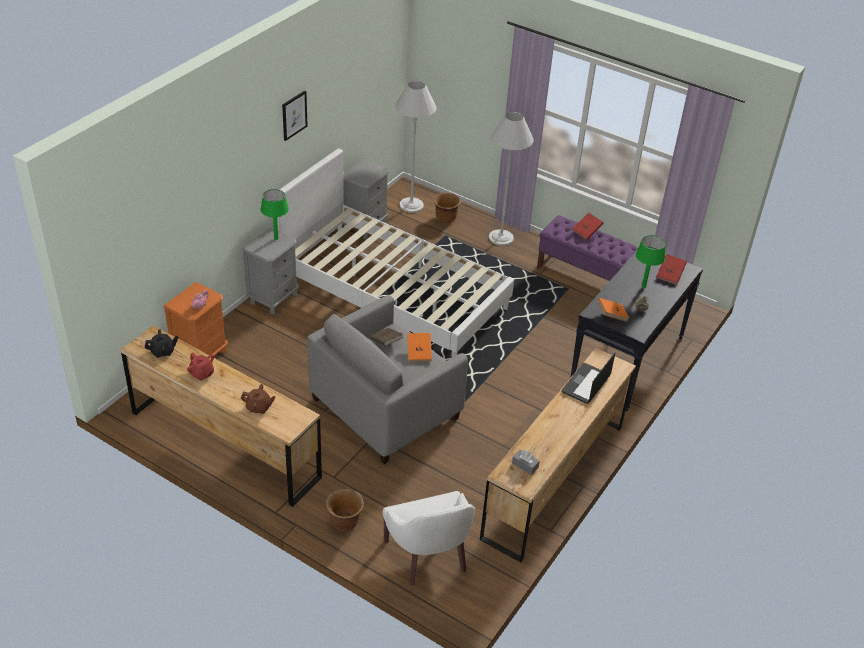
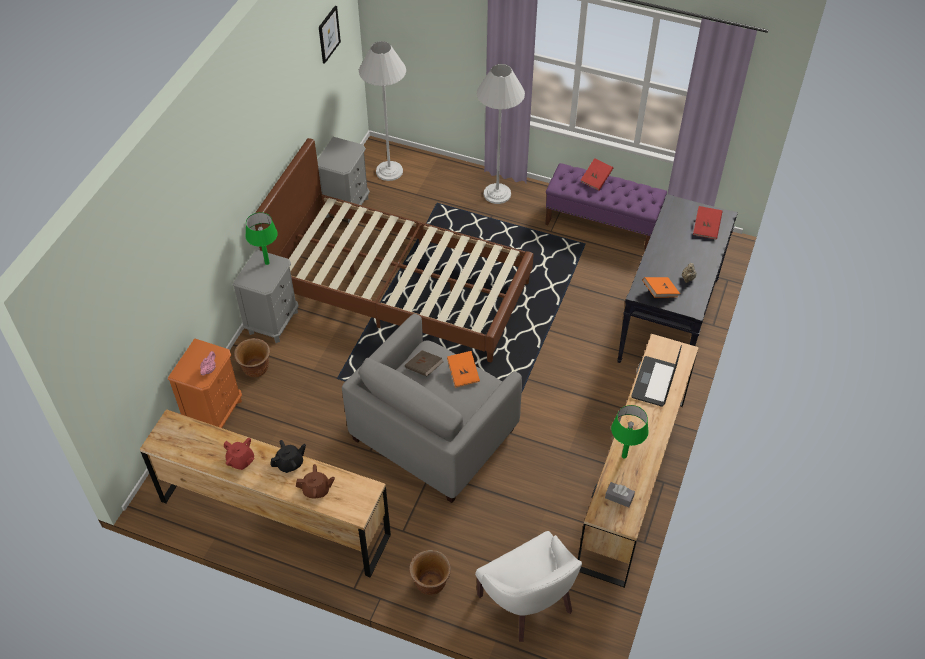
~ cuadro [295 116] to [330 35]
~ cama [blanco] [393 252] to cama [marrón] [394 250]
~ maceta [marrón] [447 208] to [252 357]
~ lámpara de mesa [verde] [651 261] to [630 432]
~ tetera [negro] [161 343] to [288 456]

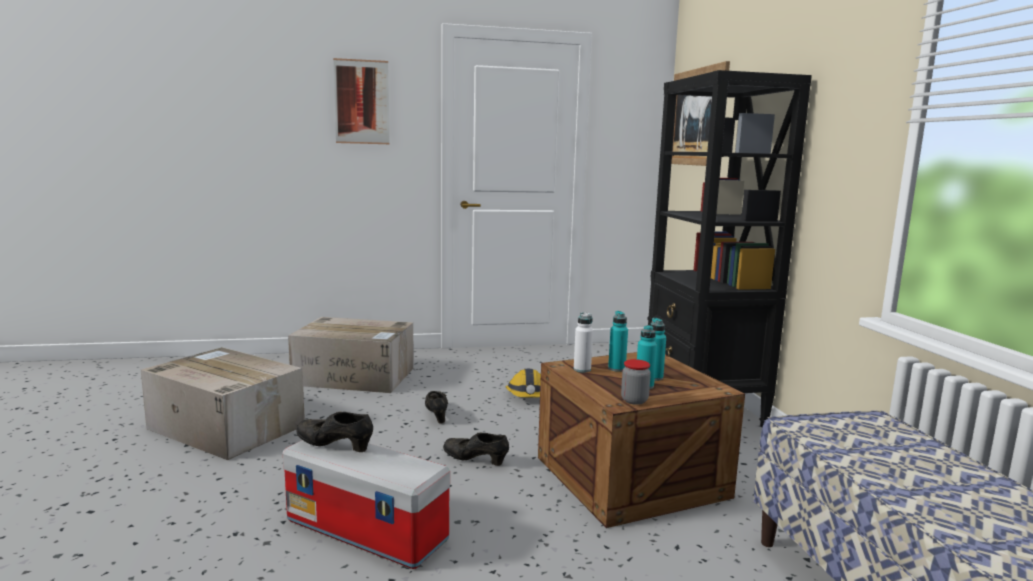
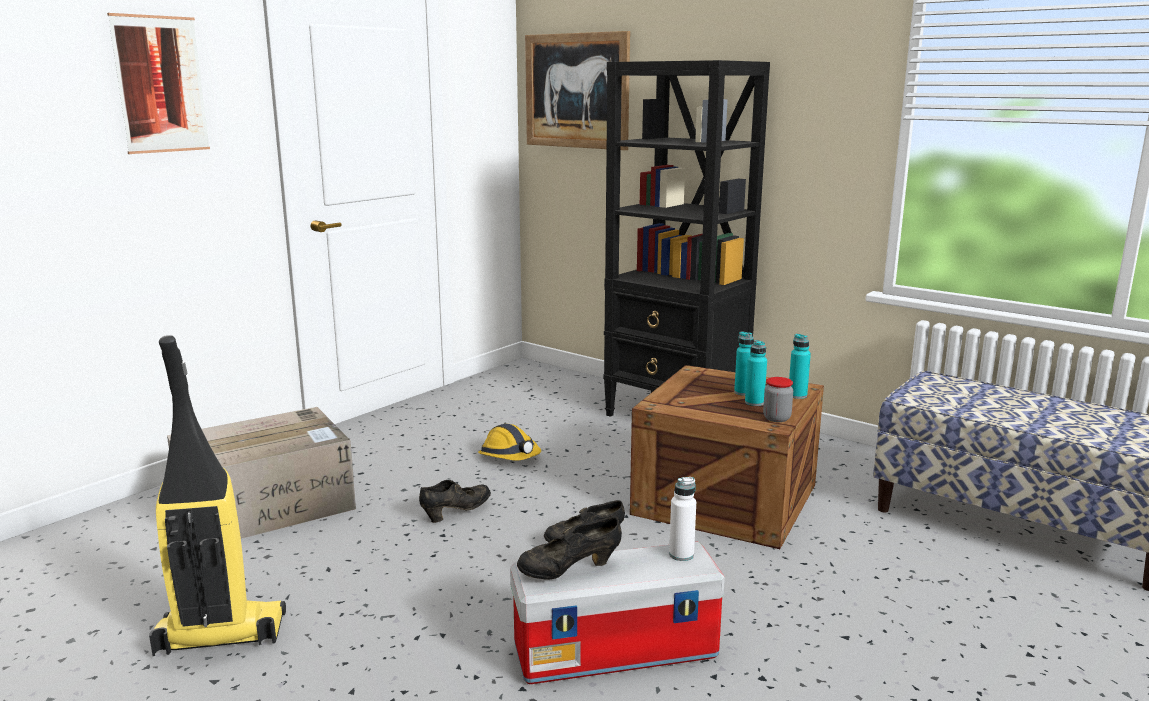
~ botella [turquesa] [618 341] to [800 366]
~ botella [blanco] [583 342] to [682 519]
~ caja de cartón [223 403] to aspiradora [217 495]
~ zapato [negro] [436 407] = [455 501] 105 degrees clockwise

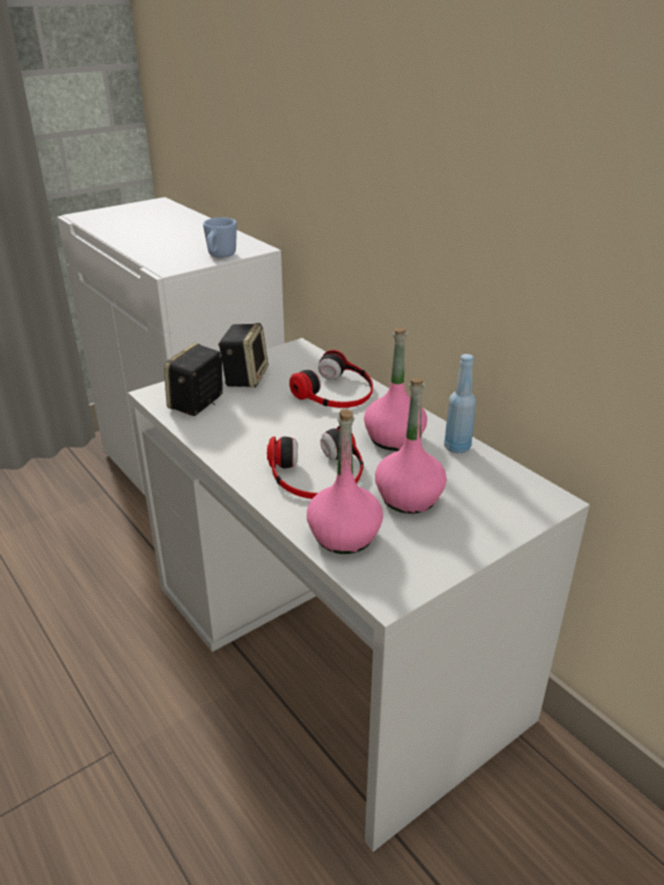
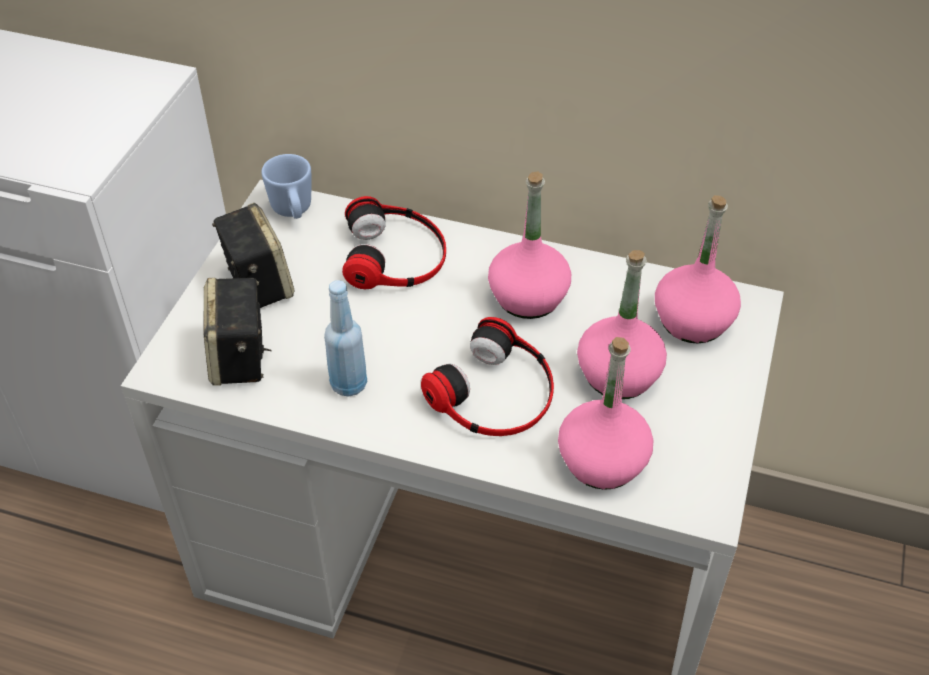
~ taza grande [azul] [220 237] to [286 186]
~ botella [azul] [460 404] to [345 338]
+ botella [rosa] [698 269]

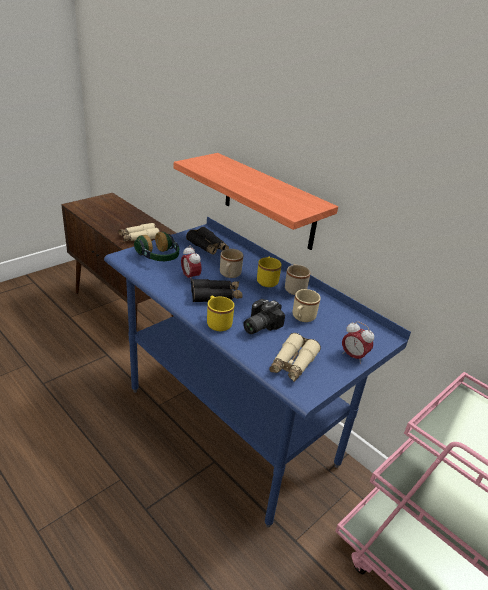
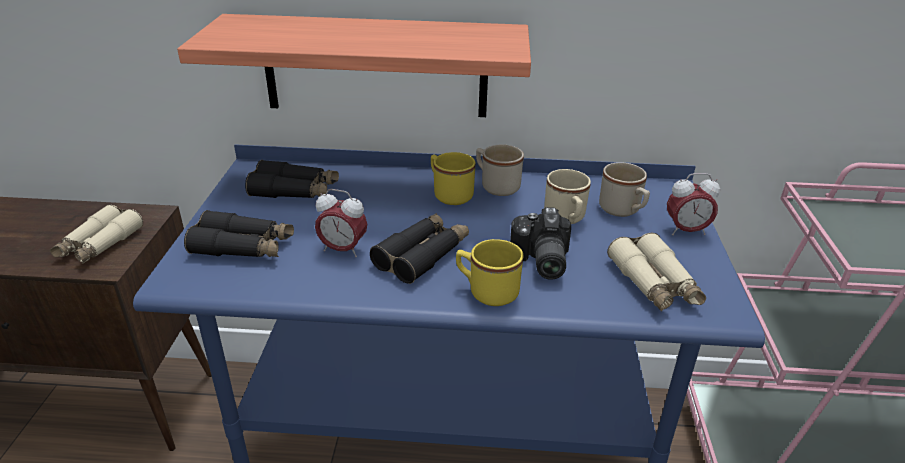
~ auriculares [156 246] to prismáticos [negro] [239 233]
~ taza grande [beis] [231 263] to [624 189]

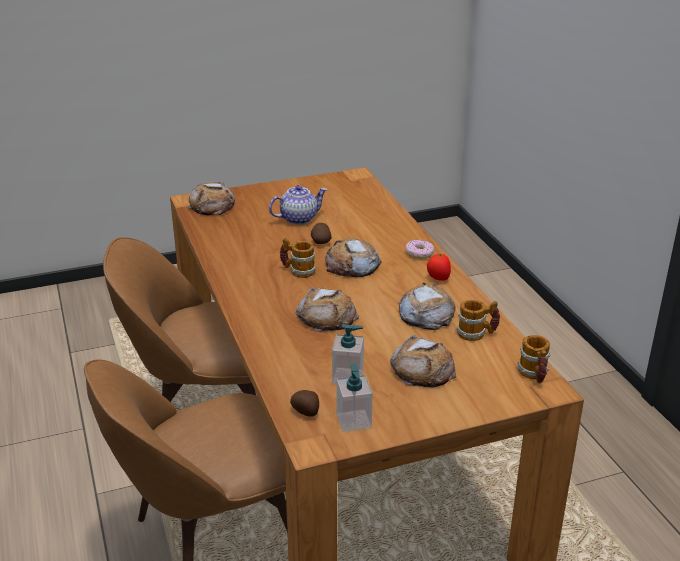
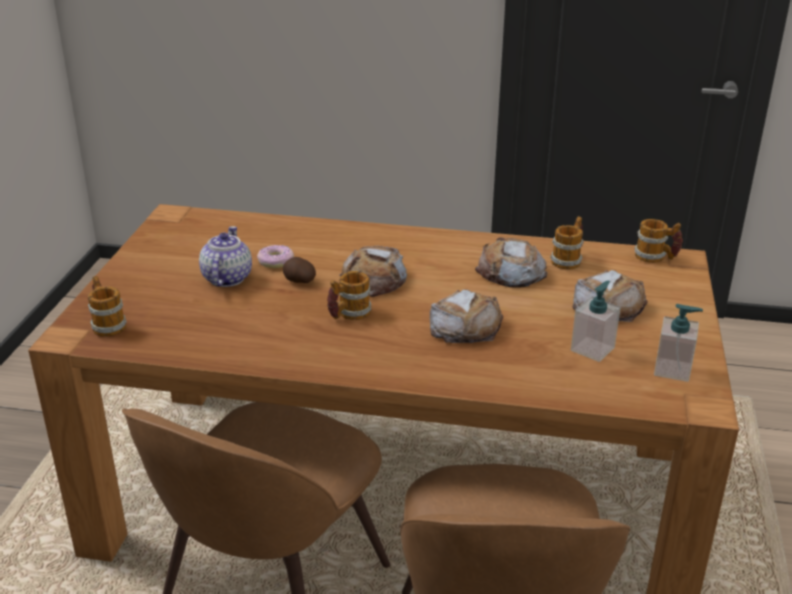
~ pan [211 198] to taza grande [107 306]
~ rosquilla [419 249] to [275 256]
- tomate [439 267]
- patata [304 403]

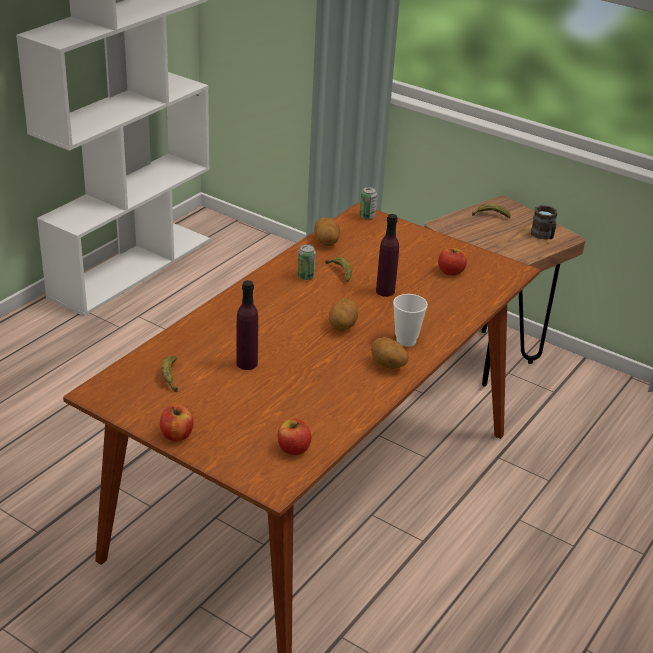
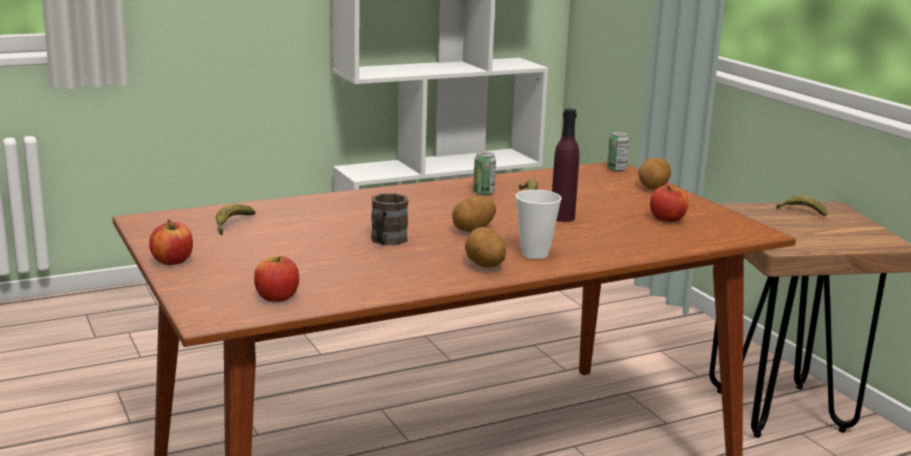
~ taza grande [marrón] [544 222] to [389 219]
~ patata [327 232] to [654 173]
- botella [morado] [247 325]

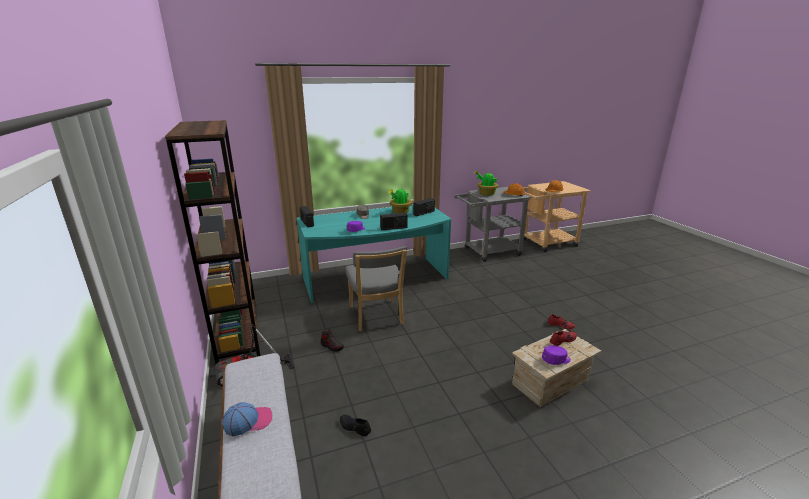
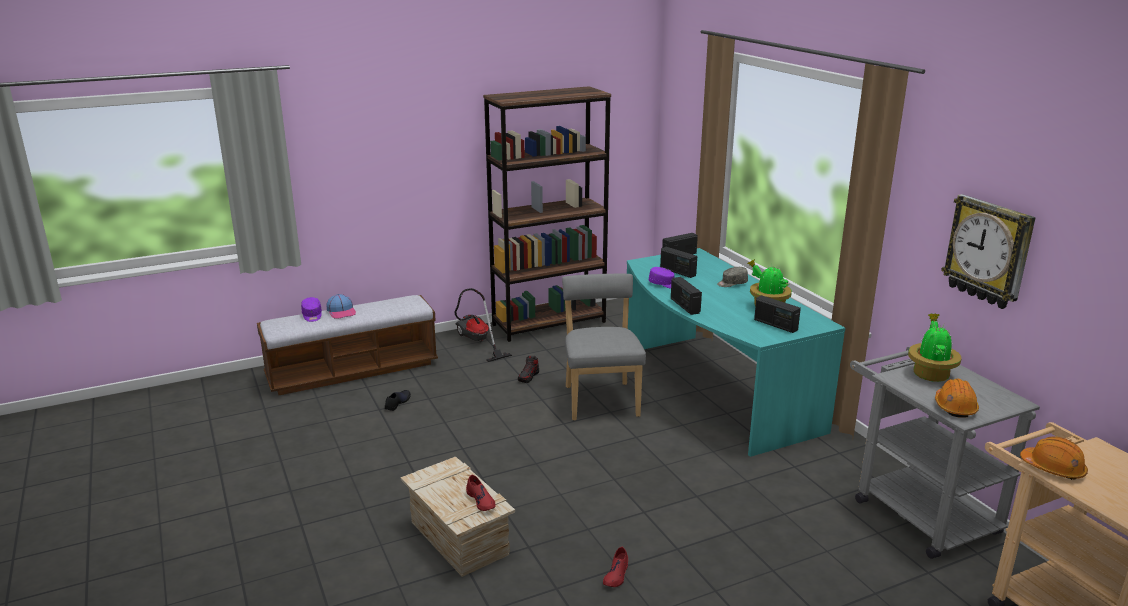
~ silla [gris] [376 288] = [604 347] 105 degrees clockwise
~ gorra [morado] [556 355] to [311 309]
+ reloj de pared [988 251]
+ radio [678 262]

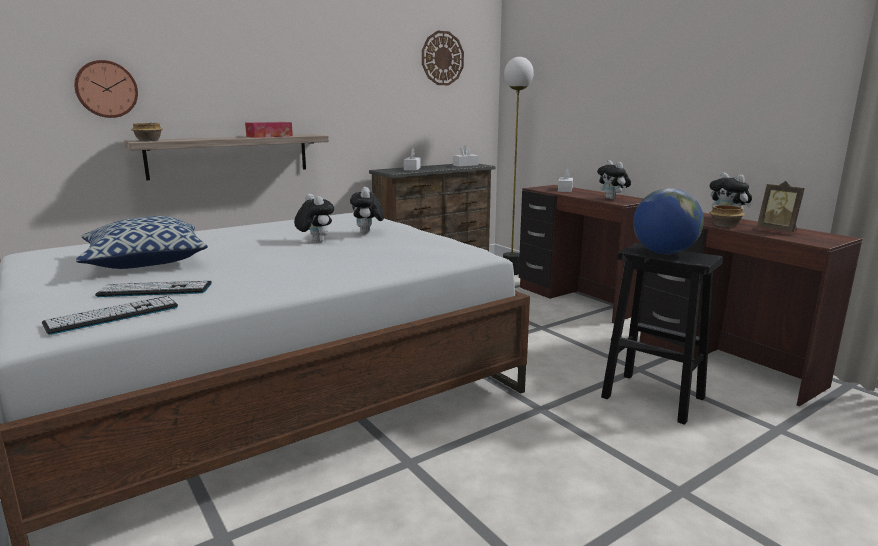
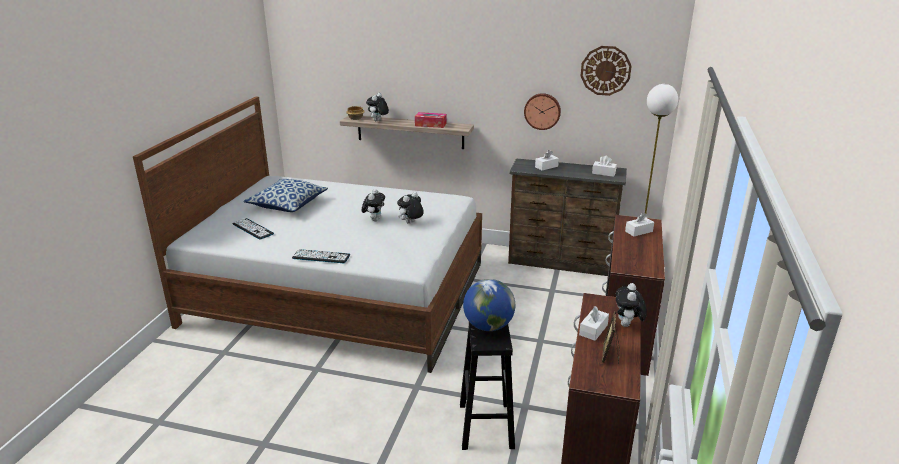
~ reloj de pared [106 89] to [542 111]
~ peluche [614 179] to [377 107]
~ cuenco [727 216] to caja de pañuelos [blanco] [594 323]
~ teclado [110 315] to [321 256]

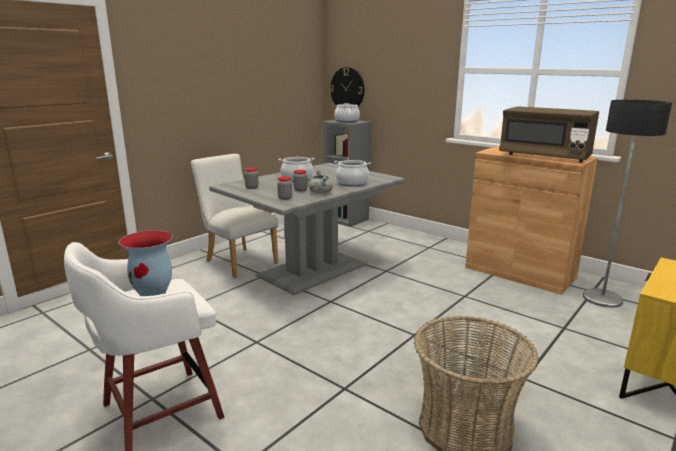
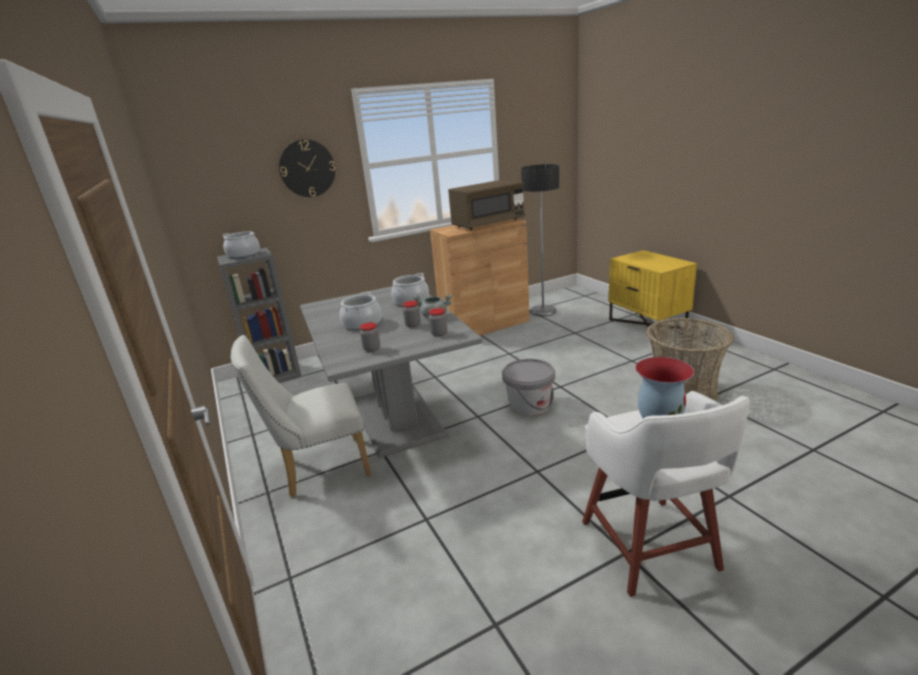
~ reloj de pared [347 86] to [307 168]
+ cubo [gris] [528 387]

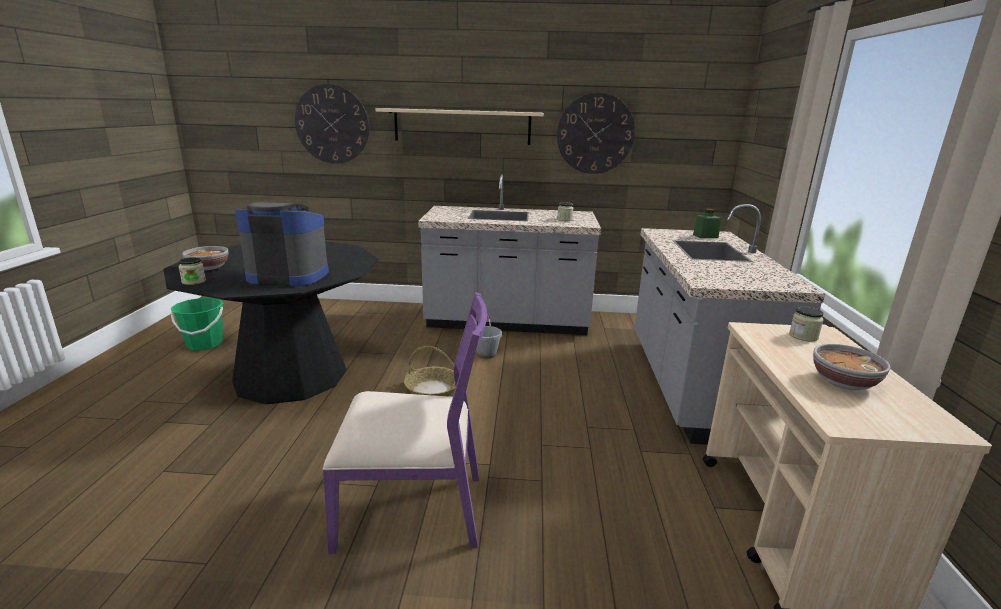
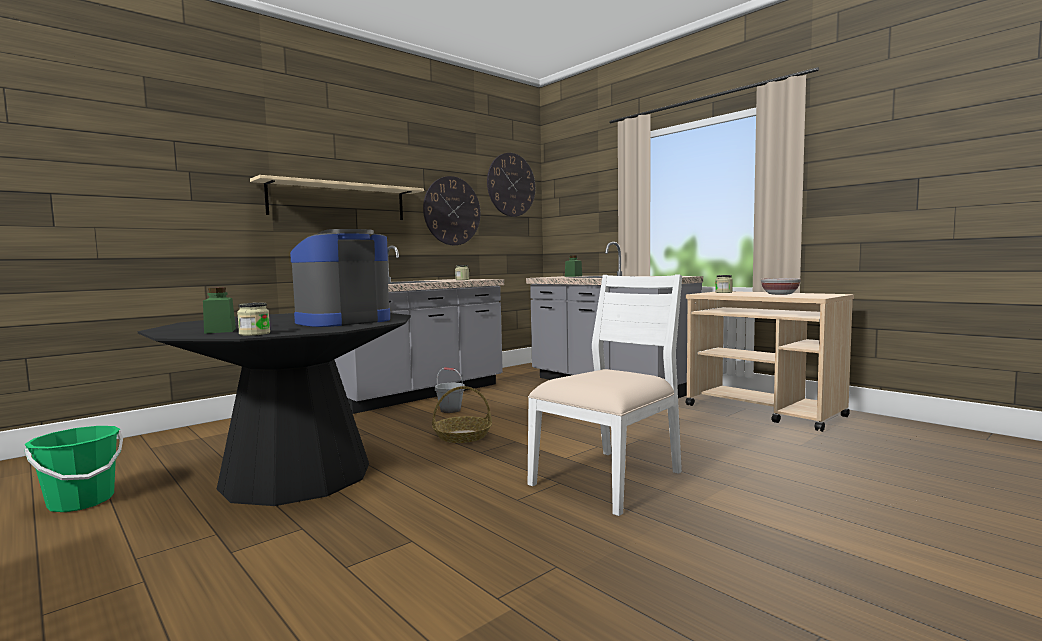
~ reloj de pared [332 124] to [511 185]
~ cuenco [205 258] to tarro [verde] [219 310]
~ silla [morado] [405 423] to silla [blanco] [605 395]

